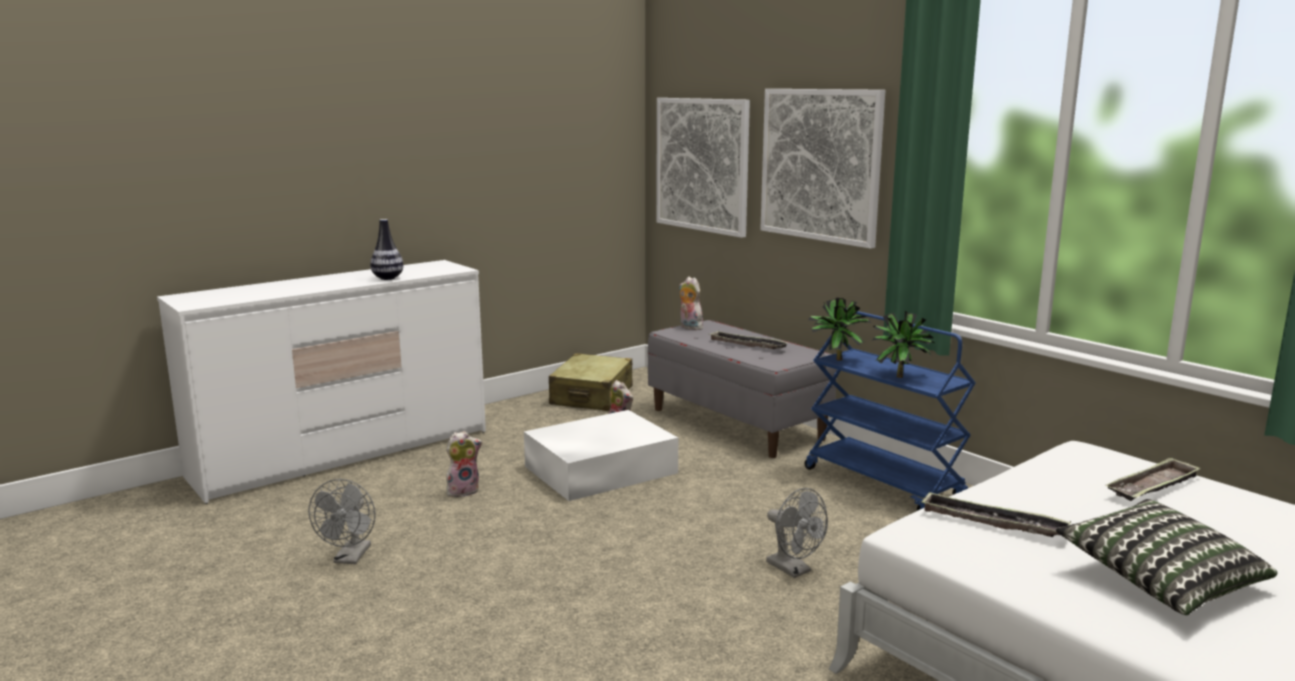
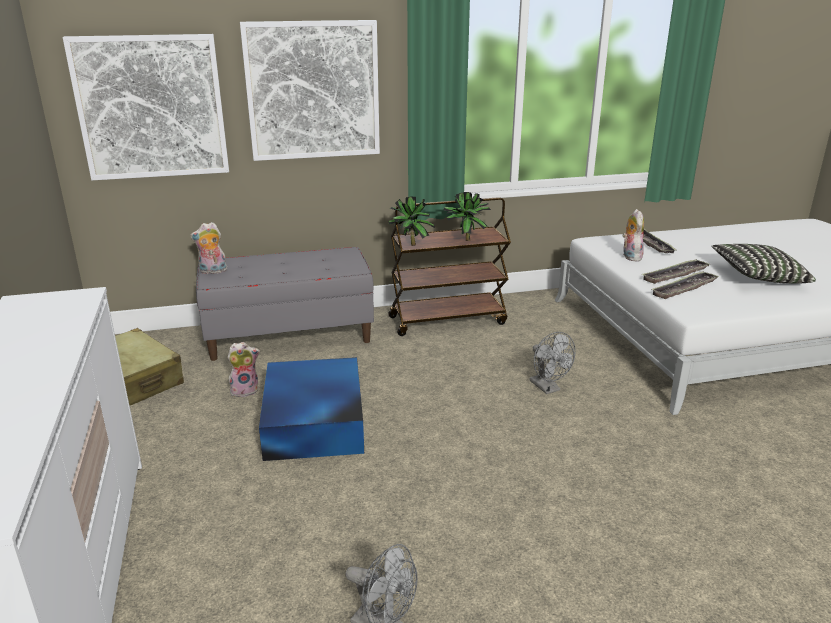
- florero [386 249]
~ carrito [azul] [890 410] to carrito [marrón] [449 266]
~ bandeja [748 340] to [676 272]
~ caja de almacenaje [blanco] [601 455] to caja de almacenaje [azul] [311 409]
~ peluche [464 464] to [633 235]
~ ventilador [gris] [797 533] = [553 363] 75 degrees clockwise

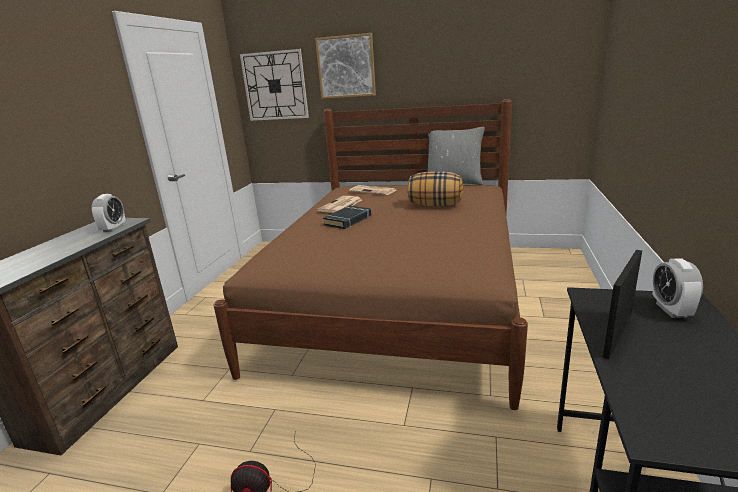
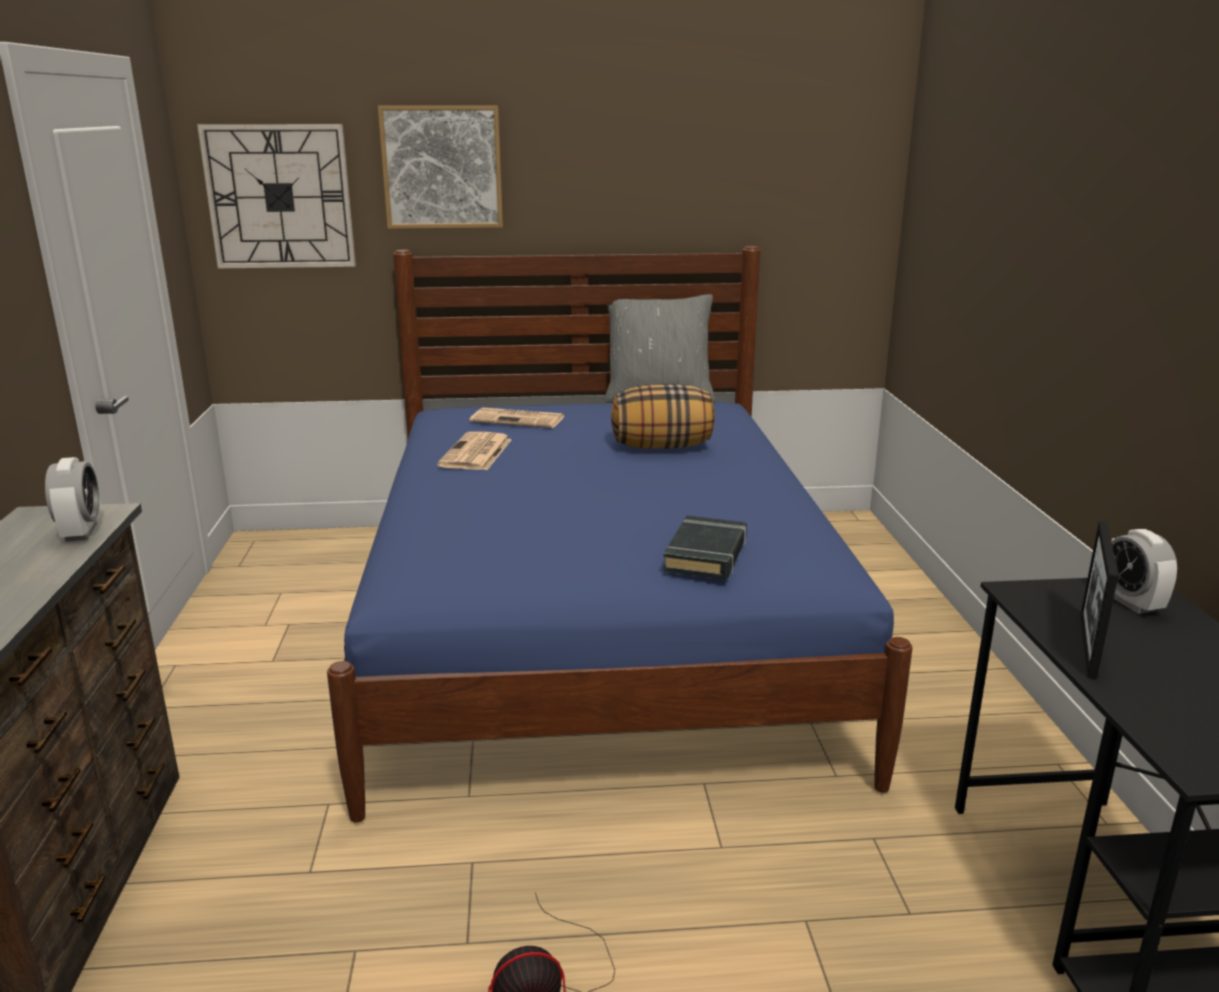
~ cama [marrón] [371 254] to cama [azul] [620 534]
~ libro [negro] [347 217] to [705 547]

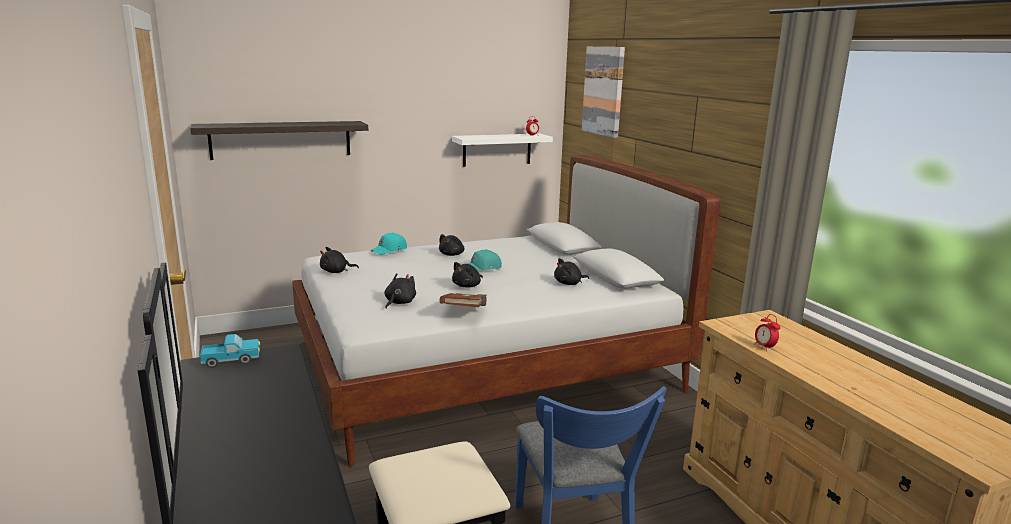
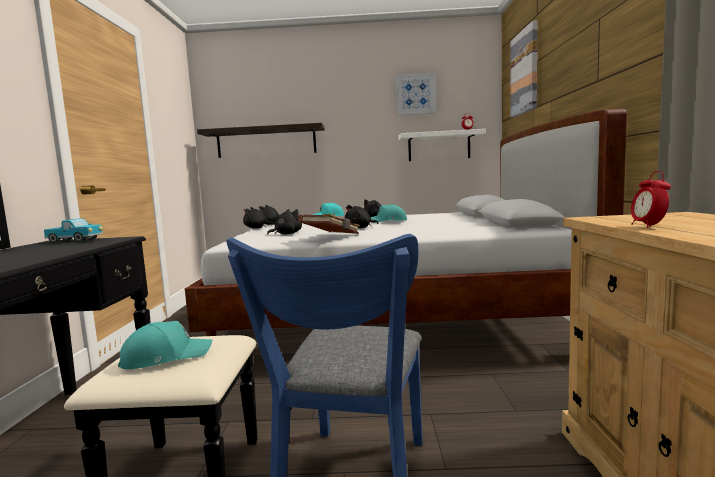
~ peluche [negro] [571 271] to [259 218]
+ cuadro [416 94]
+ gorra [turquesa] [165 345]

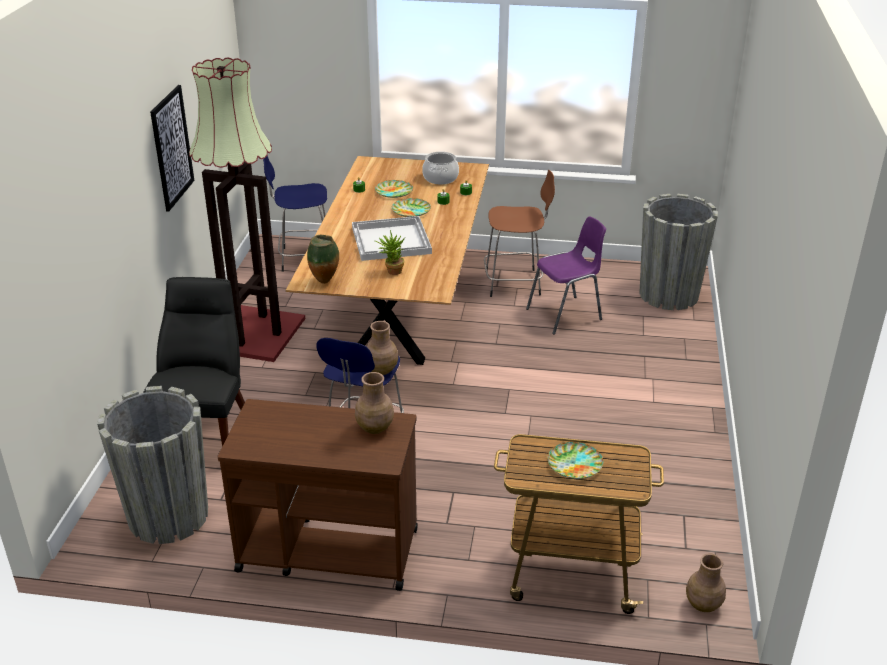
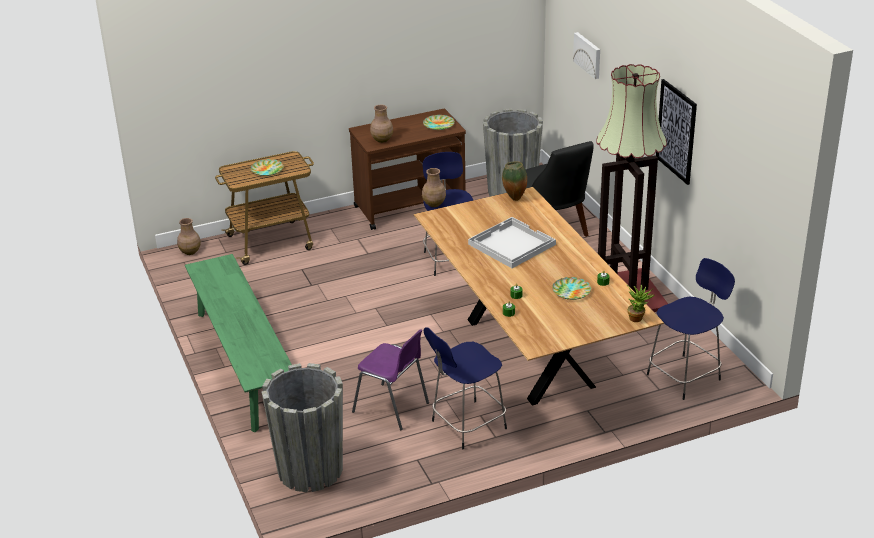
- olla [440 168]
~ taburete [marrón] [519 233] to taburete [azul] [465 388]
~ plato [411 207] to [439 122]
~ silla [morado] [566 275] = [390 379] 90 degrees counterclockwise
~ planta en maceta [390 252] to [640 303]
+ cuadro [586 55]
+ banco [verde] [238 343]

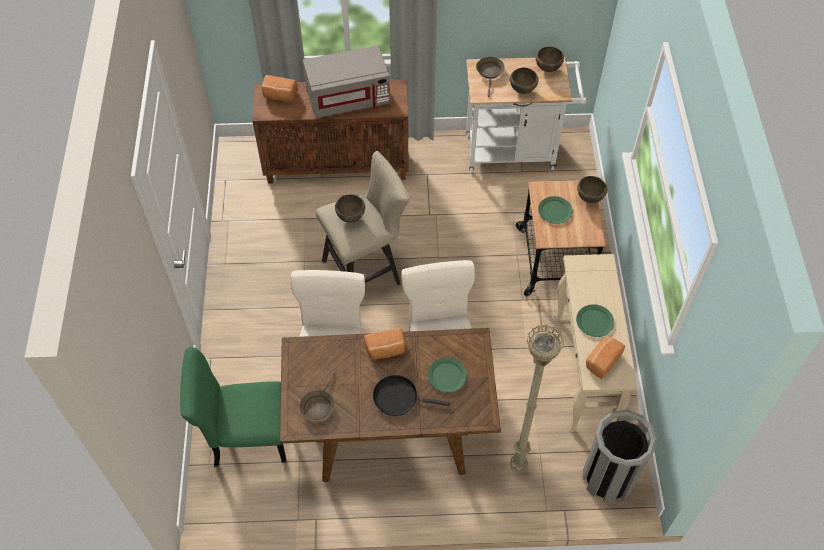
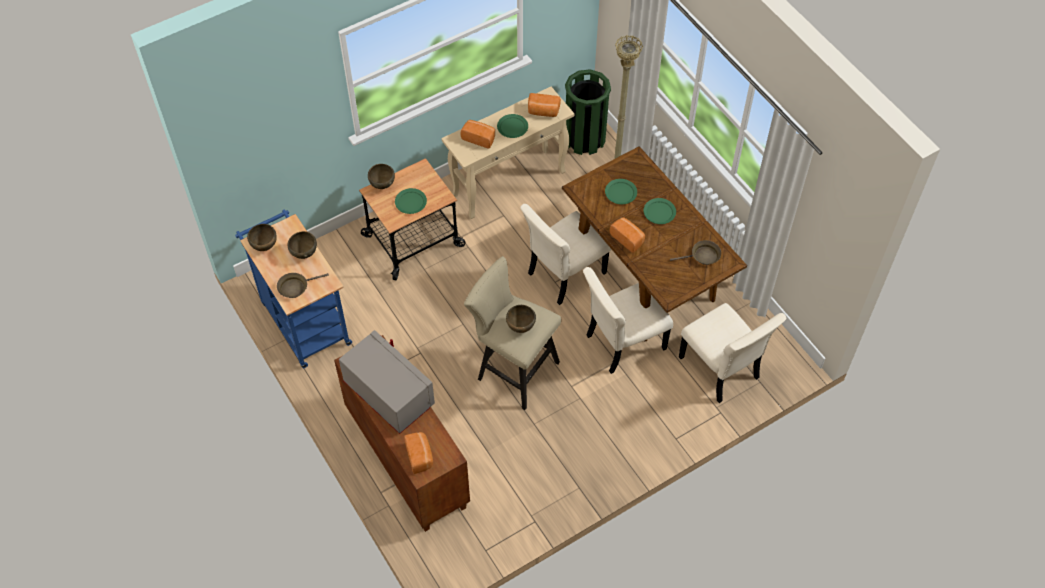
~ carrito [blanco] [526 115] to carrito [azul] [293 288]
~ silla [verde] [233 406] to silla [beis] [733 353]
~ sartén [negro] [411 395] to plato [verde] [659 211]
~ papelera [gris] [620 456] to papelera [verde] [588 112]
+ pan [478 134]

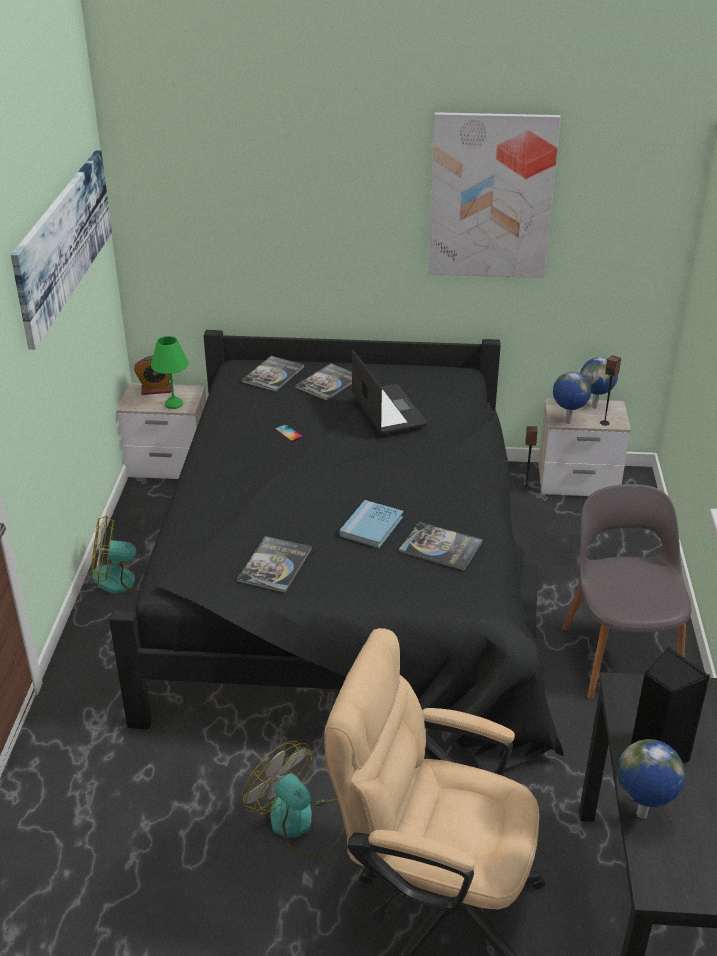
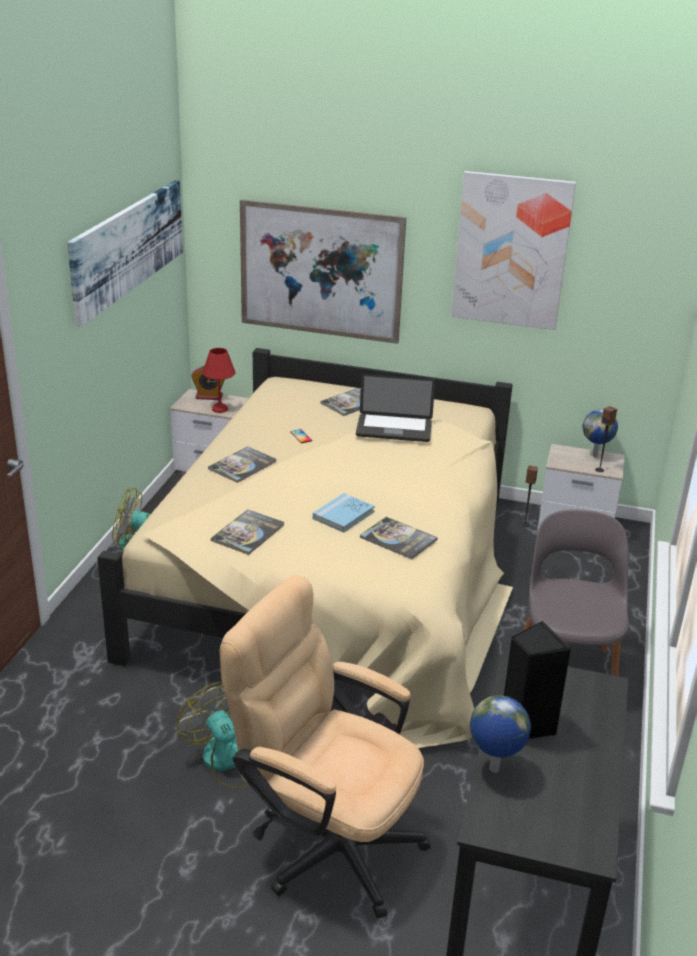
~ cama [negro] [336 550] to cama [beis] [305 548]
~ lámpara de mesa [verde] [169 372] to lámpara de mesa [rojo] [219 380]
~ portátil [389 392] = [395 408] 105 degrees clockwise
~ libro [273 374] to [242 464]
- globo terráqueo [572 398]
+ cuadro [323 271]

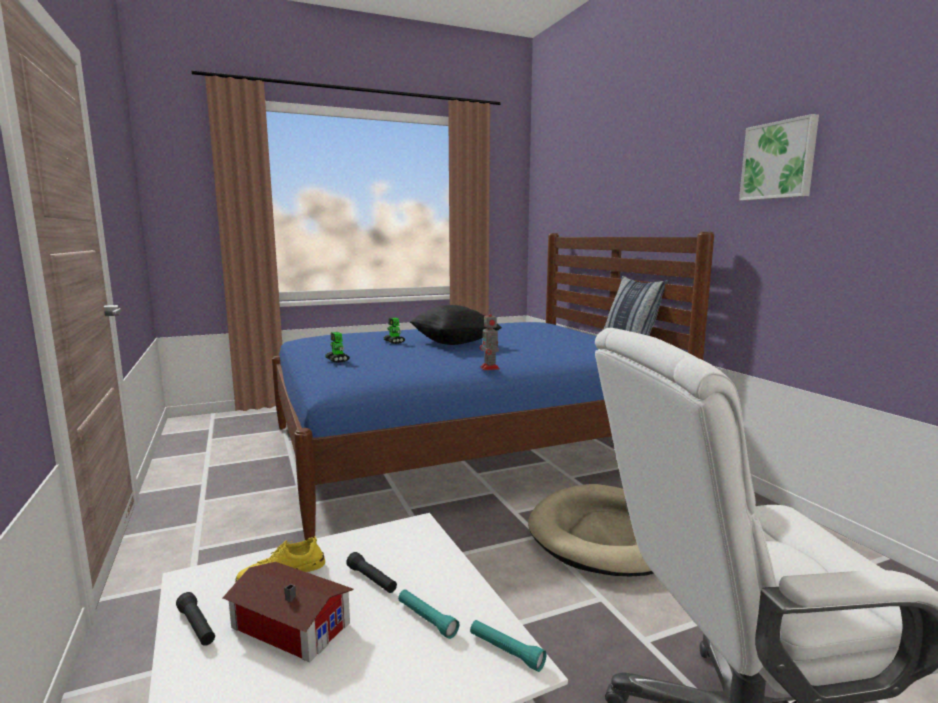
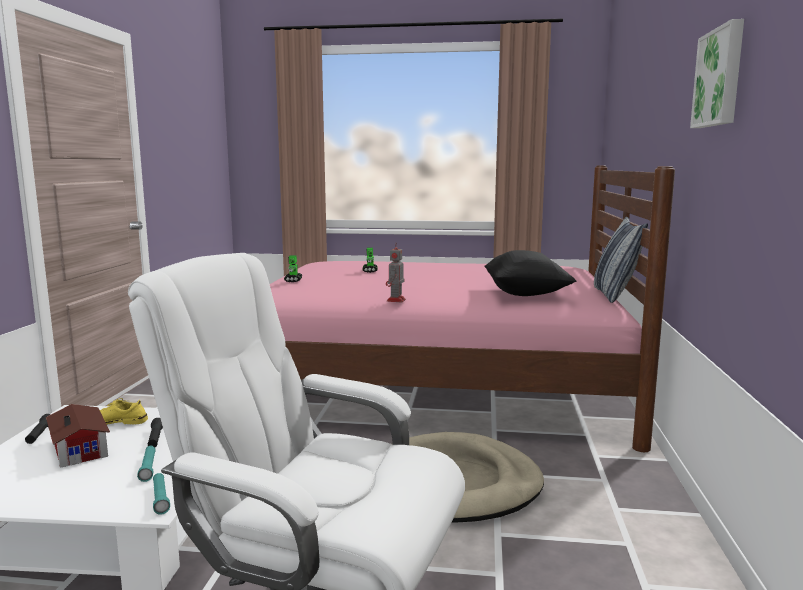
~ cama [azul] [493 386] to cama [rosa] [472 309]
~ cojín [negro] [456 325] to [530 273]

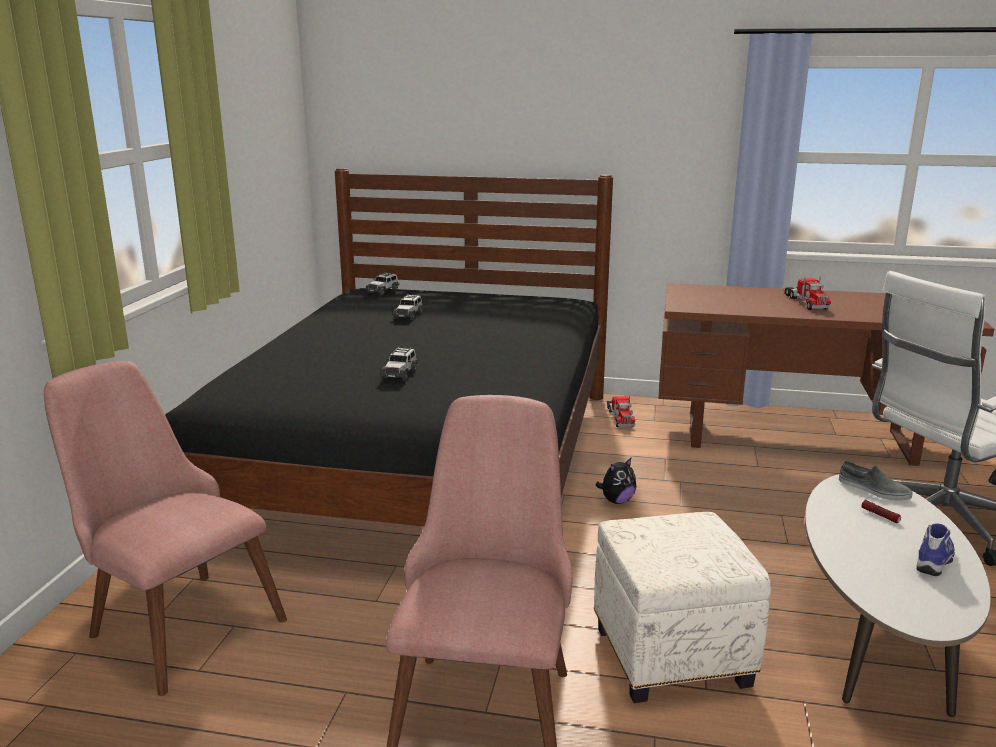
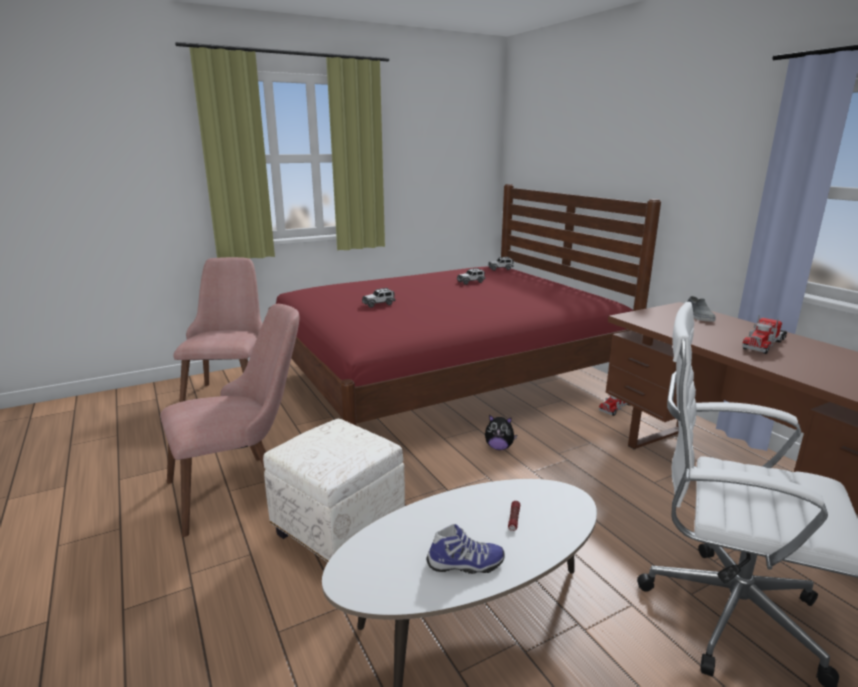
~ cama [negro] [389 347] to cama [rojo] [464 305]
~ zapato [gris] [876 481] to [701 309]

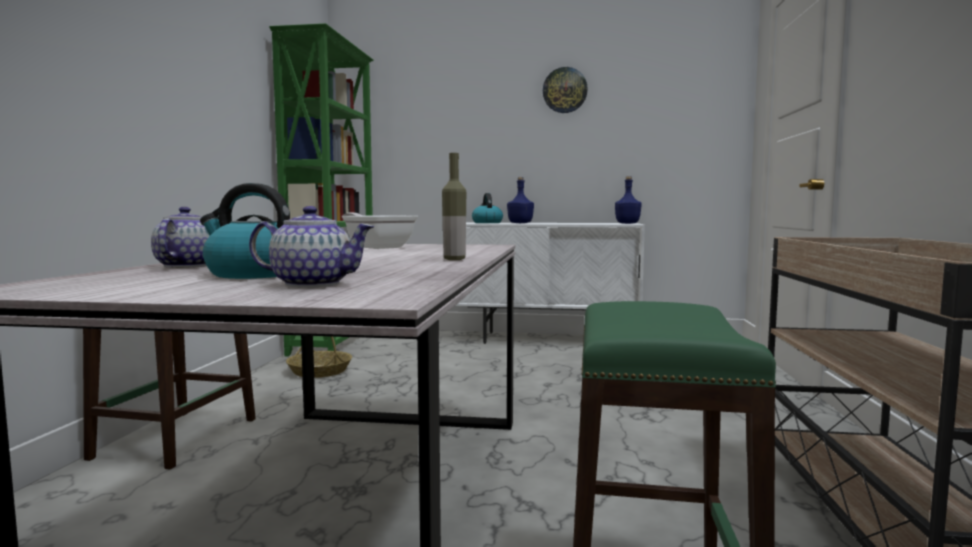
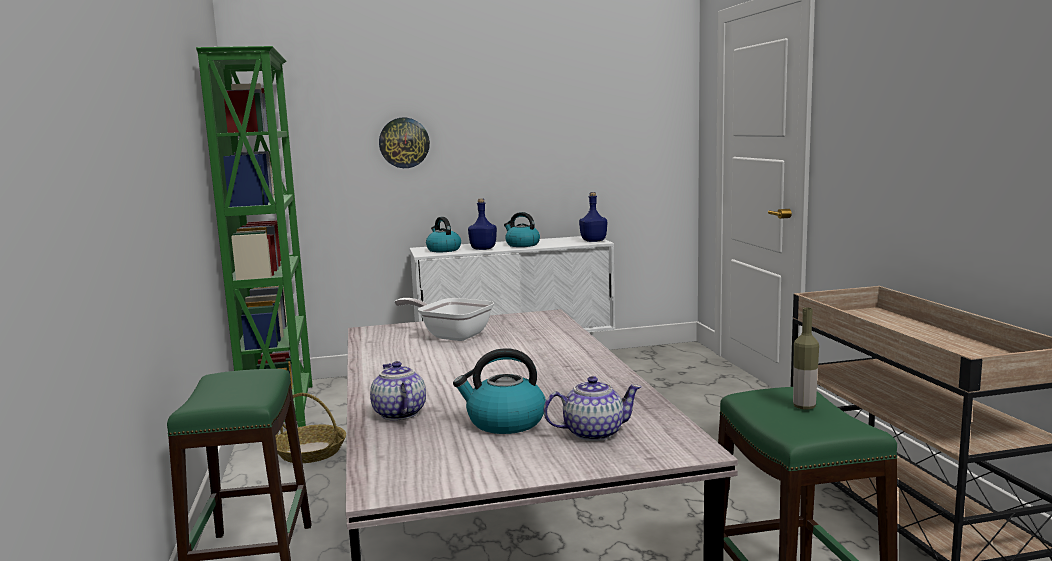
~ reloj de pared [565 90] to [404 142]
~ botella [454 206] to [806 358]
+ hervidor [522 229]

